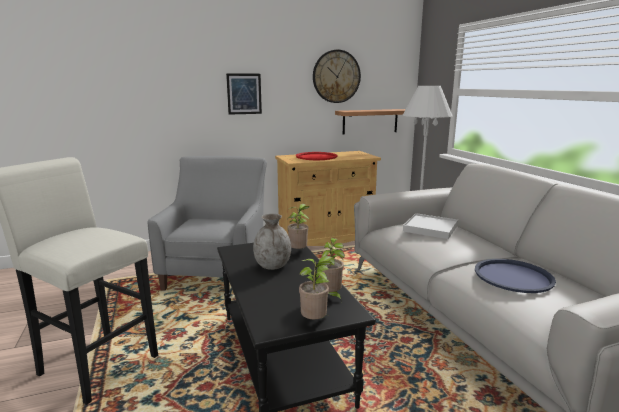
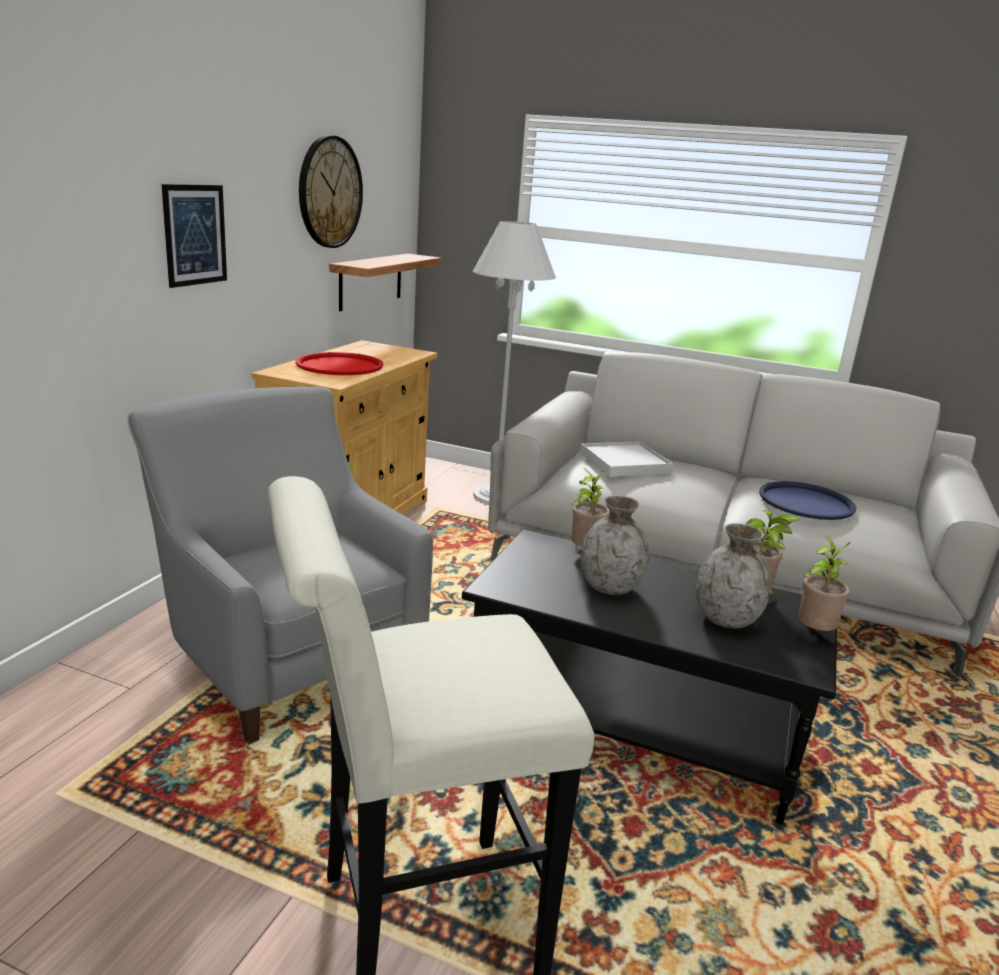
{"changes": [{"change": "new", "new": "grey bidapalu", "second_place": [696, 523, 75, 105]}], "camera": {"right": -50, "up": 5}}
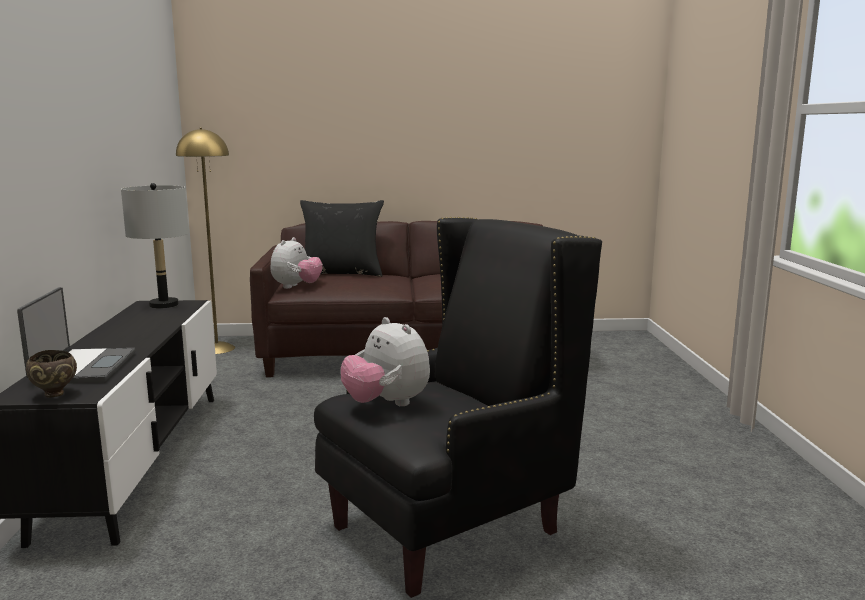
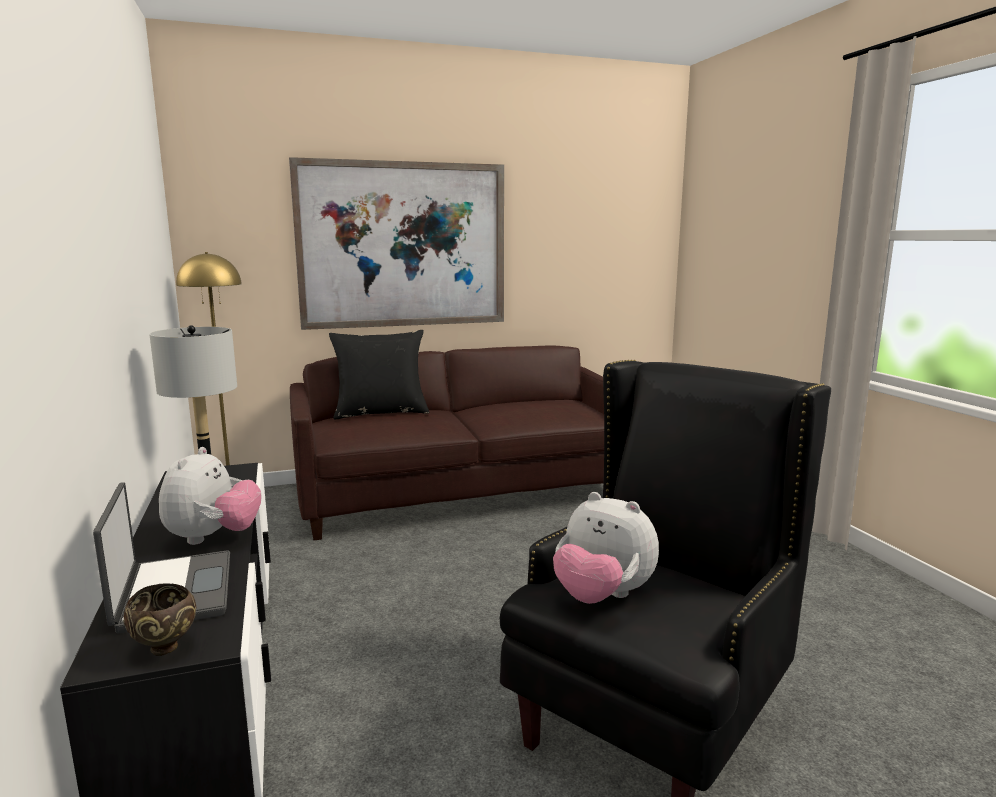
{"changes": [{"change": "shifted", "old": "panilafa", "first_place": [270, 237, 53, 52], "second_place": [159, 447, 102, 98]}, {"change": "new", "new": "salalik", "second_place": [289, 157, 215, 173]}], "camera": {"right": -15, "up": 0}}
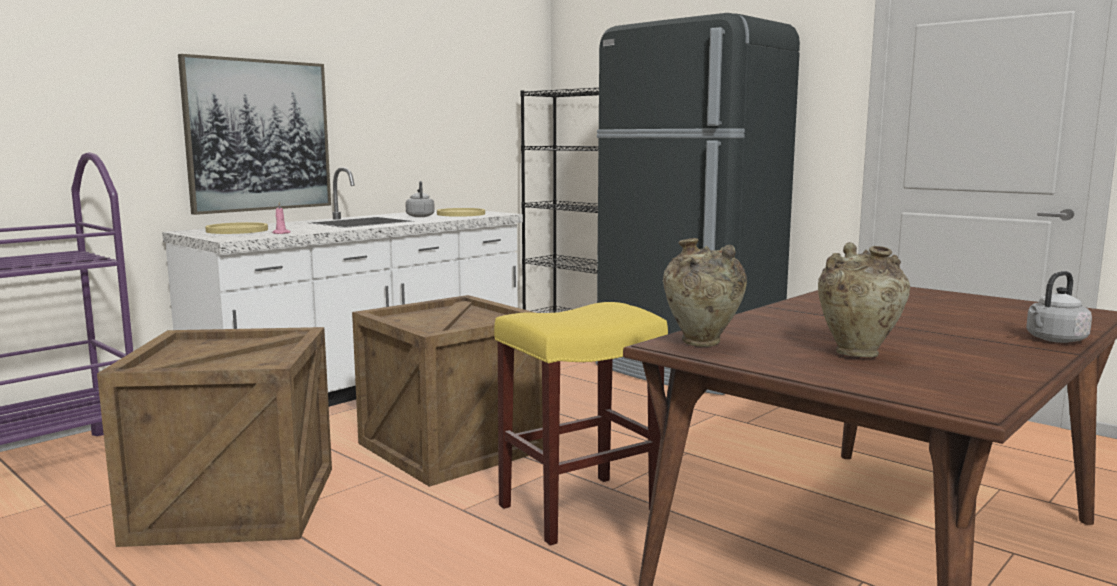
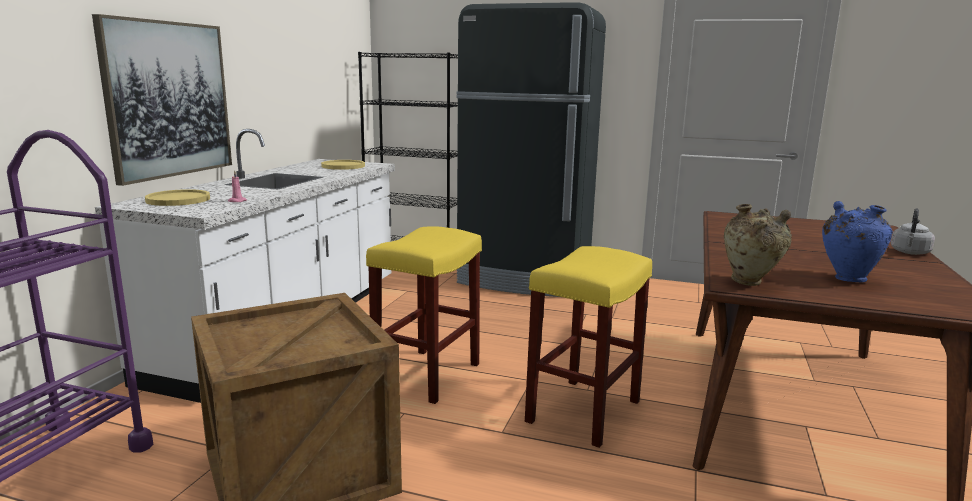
{"changes": [{"change": "swapped", "old": "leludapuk", "new": "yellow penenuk", "first_place": [352, 295, 191, 192], "second_place": [366, 226, 116, 178]}, {"change": "gone", "old": "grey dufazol", "first_place": [405, 181, 30, 36]}, {"change": "repainted", "old": "beige bidapalu", "new": "blue bidapalu", "first_place": [818, 242, 92, 115], "second_place": [822, 201, 71, 81]}], "camera": {"right": -25, "up": 5}}
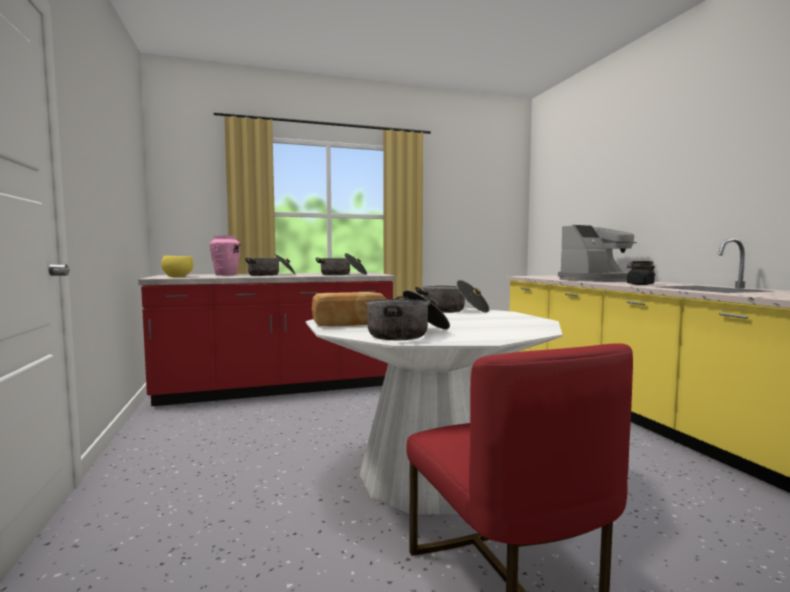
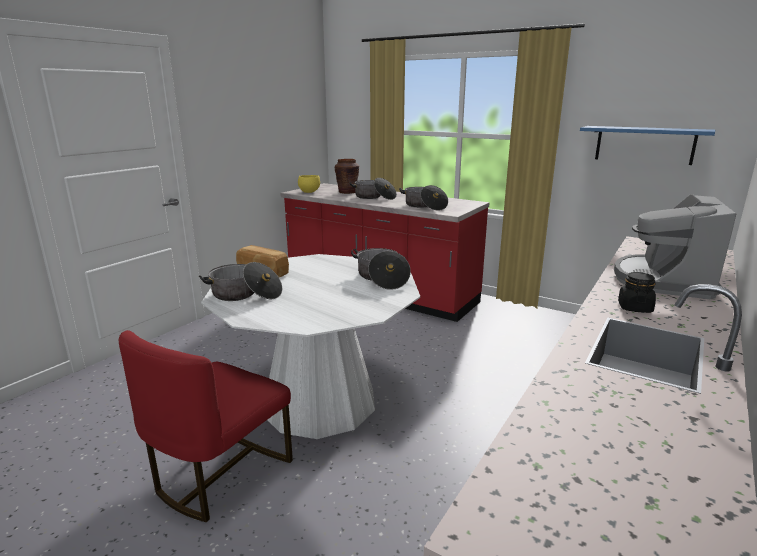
{"changes": [{"change": "repainted", "old": "pink bidapalu", "new": "brown bidapalu", "first_place": [209, 235, 31, 40], "second_place": [334, 159, 25, 35]}, {"change": "rotated", "old": "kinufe", "first_place": [558, 225, 79, 57], "second_place": [614, 194, 122, 105], "degrees": 90}, {"change": "new", "new": "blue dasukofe", "second_place": [580, 126, 135, 39]}], "camera": {"right": 50, "up": 15}}
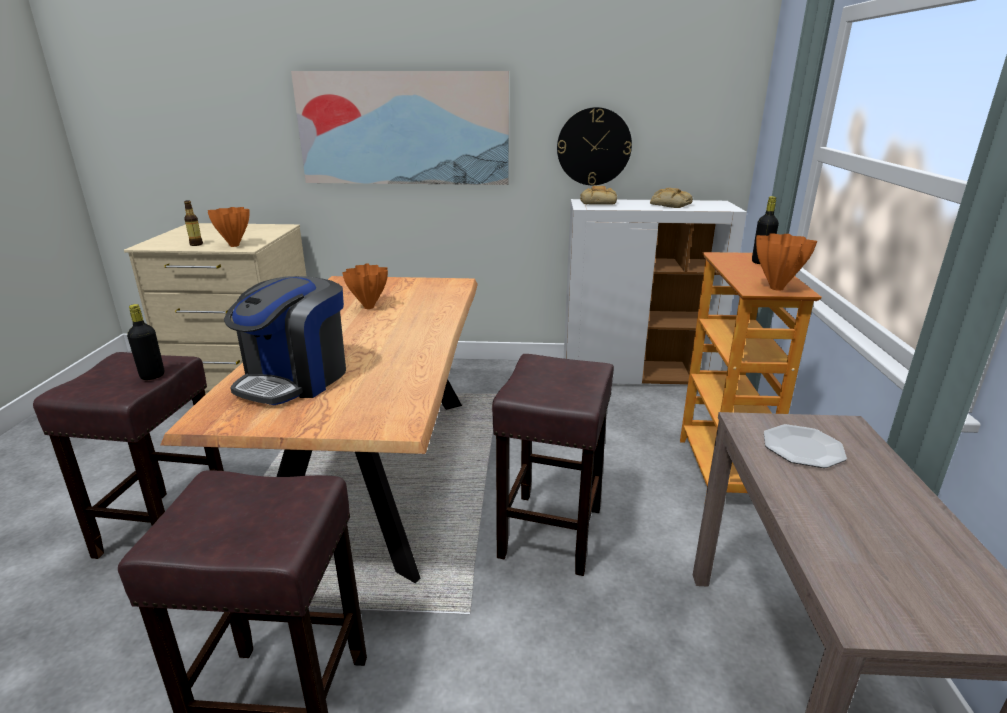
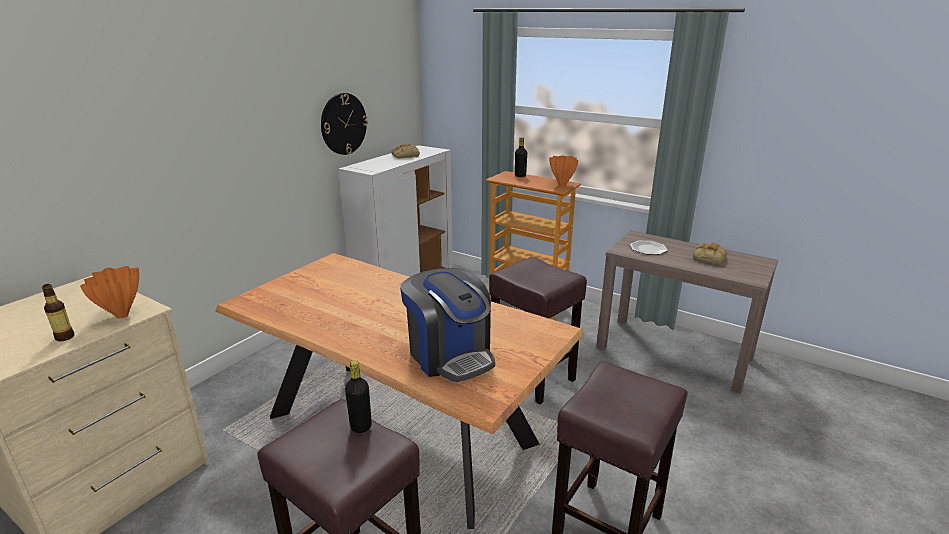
{"changes": [{"change": "gone", "old": "salalik", "first_place": [291, 71, 218, 114]}, {"change": "gone", "old": "orange bidapalu", "first_place": [342, 263, 46, 46]}, {"change": "shifted", "old": "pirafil", "first_place": [580, 186, 37, 19], "second_place": [693, 242, 34, 23]}], "camera": {"right": -60, "up": 0}}
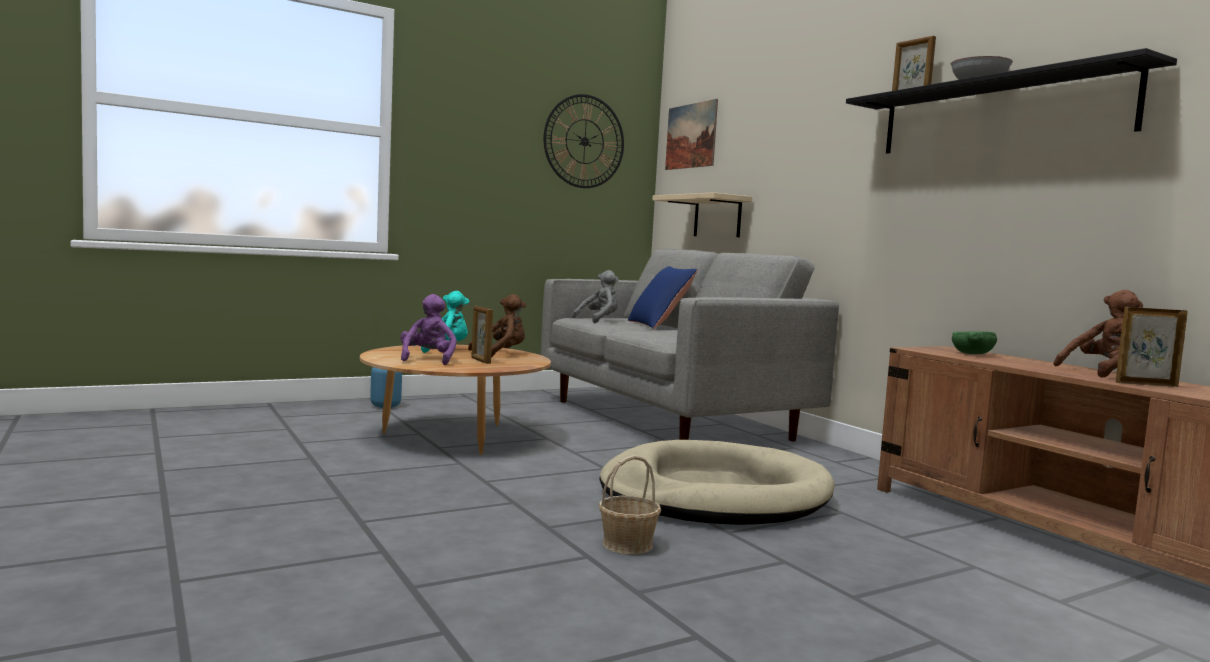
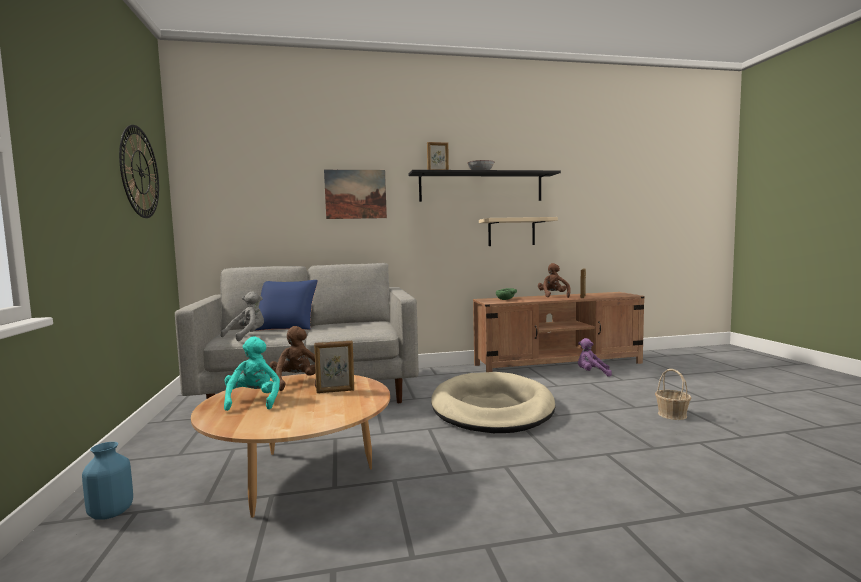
{"changes": [{"change": "shifted", "old": "purple panilafa", "first_place": [401, 294, 56, 71], "second_place": [578, 338, 34, 39]}, {"change": "rotated", "old": "grey panilafa", "first_place": [572, 270, 47, 53], "second_place": [221, 291, 43, 50], "degrees": 60}, {"change": "shifted", "old": "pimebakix", "first_place": [599, 455, 62, 100], "second_place": [655, 369, 36, 51]}, {"change": "shifted", "old": "beige dasukofe", "first_place": [652, 192, 100, 45], "second_place": [479, 217, 79, 29]}, {"change": "shifted", "old": "salalik", "first_place": [665, 99, 53, 71], "second_place": [324, 170, 63, 49]}], "camera": {"right": -70, "up": 0}}
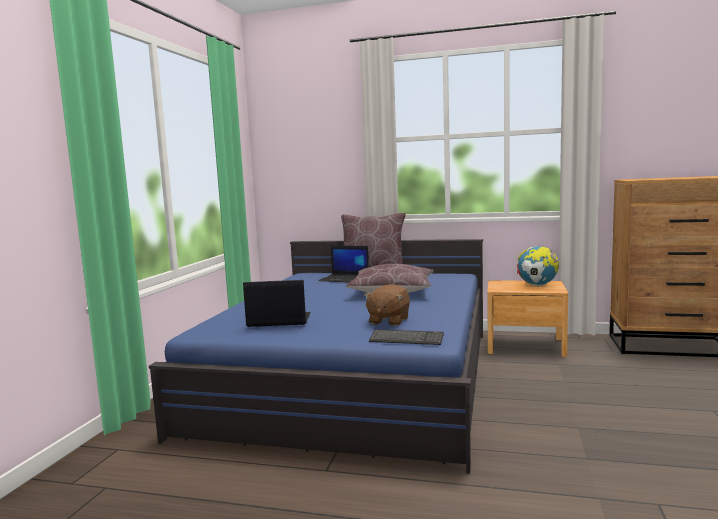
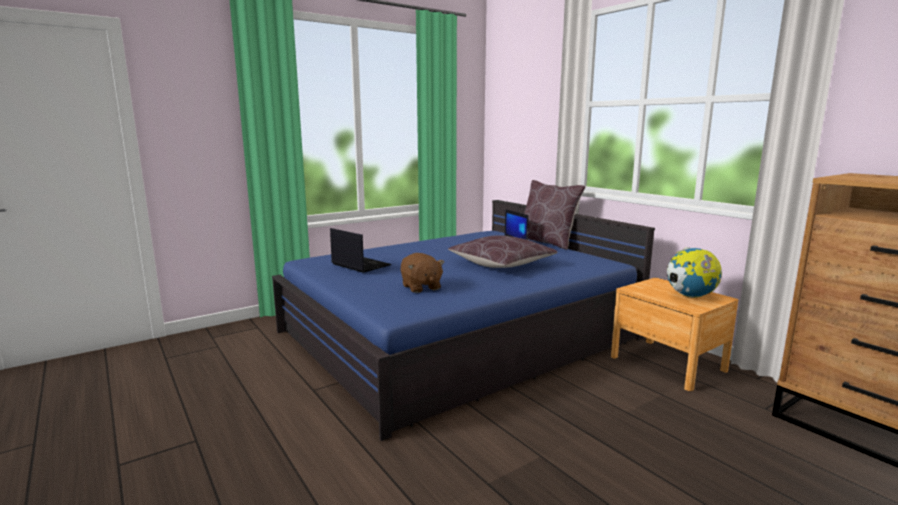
{"changes": [{"change": "rotated", "old": "brown panilafa", "first_place": [364, 284, 46, 42], "second_place": [400, 253, 44, 40], "degrees": -90}, {"change": "gone", "old": "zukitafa", "first_place": [369, 329, 75, 16]}], "camera": {"right": 40, "up": 5}}
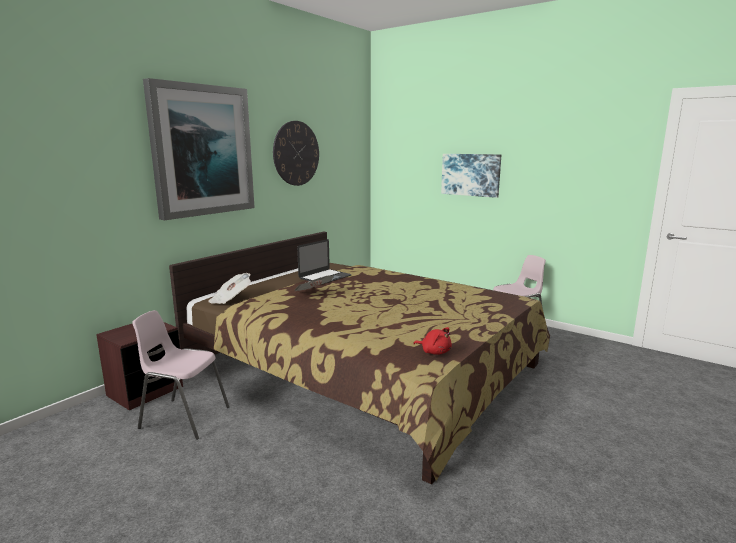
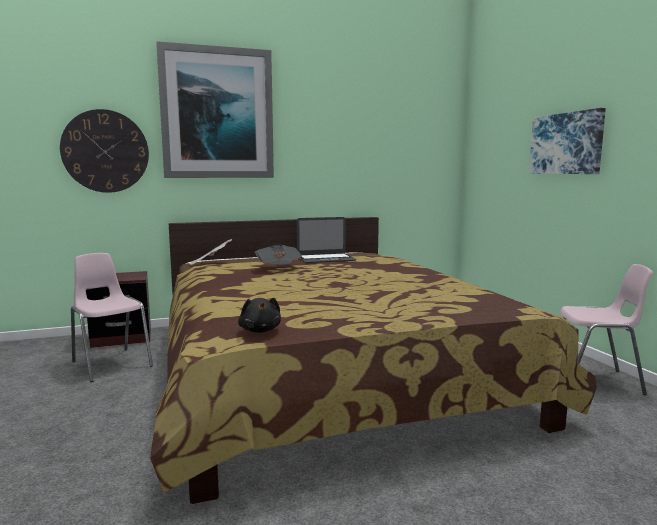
{"changes": [{"change": "shifted", "old": "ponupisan", "first_place": [273, 121, 46, 65], "second_place": [60, 109, 89, 84]}, {"change": "repainted", "old": "red panilafa", "new": "black panilafa", "first_place": [413, 327, 39, 28], "second_place": [238, 298, 43, 35]}], "camera": {"right": 35, "up": -5}}
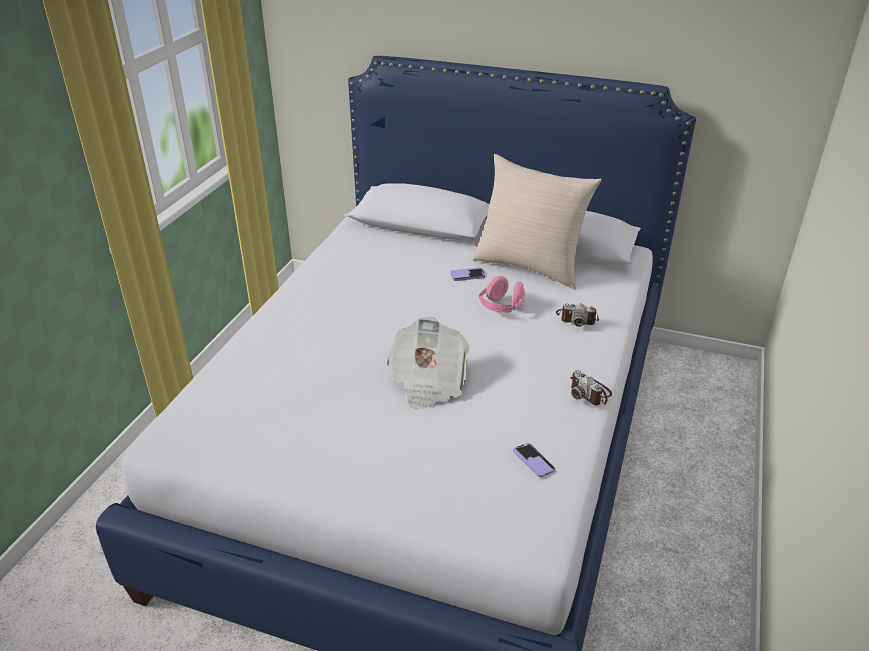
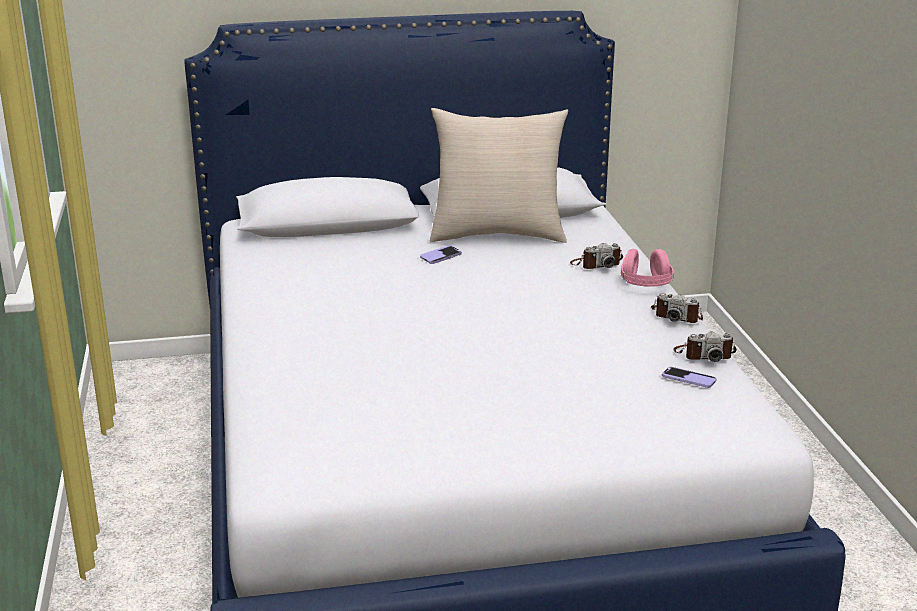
{"changes": [{"change": "gone", "old": "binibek", "first_place": [387, 317, 82, 93]}, {"change": "shifted", "old": "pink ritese", "first_place": [479, 276, 46, 37], "second_place": [621, 249, 53, 38]}, {"change": "new", "new": "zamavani", "second_place": [673, 331, 64, 31]}], "camera": {"right": -30, "up": -10}}
